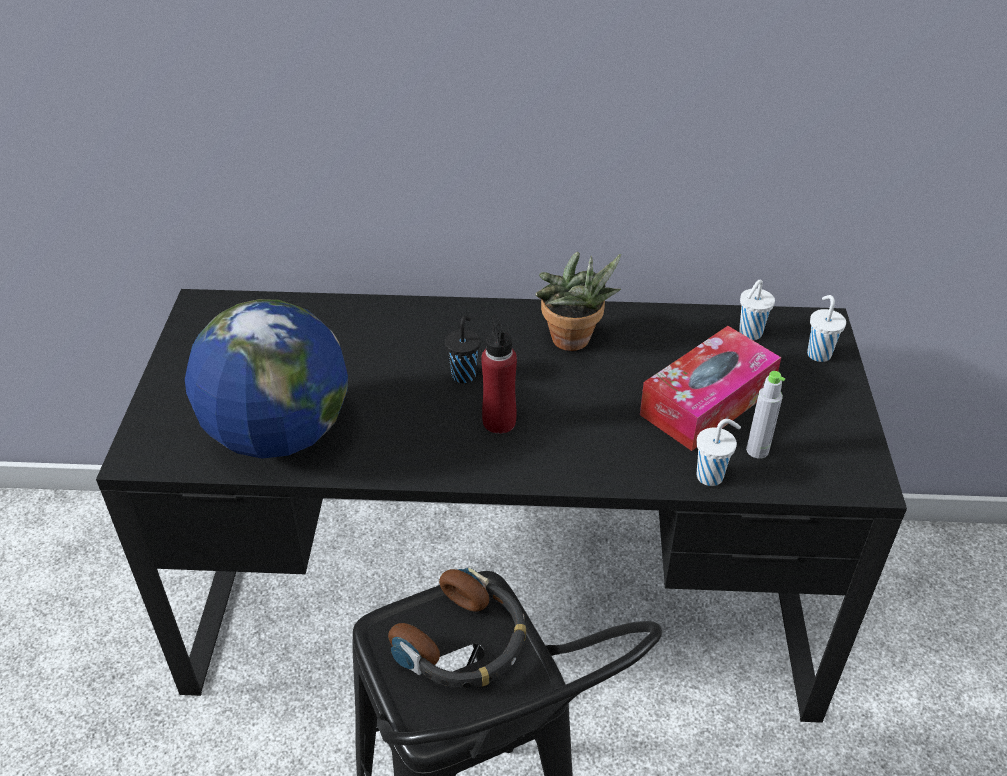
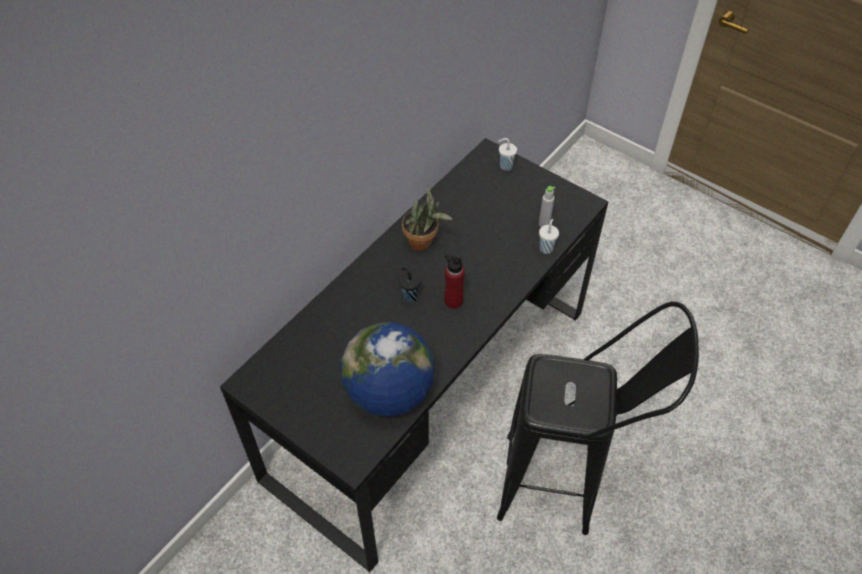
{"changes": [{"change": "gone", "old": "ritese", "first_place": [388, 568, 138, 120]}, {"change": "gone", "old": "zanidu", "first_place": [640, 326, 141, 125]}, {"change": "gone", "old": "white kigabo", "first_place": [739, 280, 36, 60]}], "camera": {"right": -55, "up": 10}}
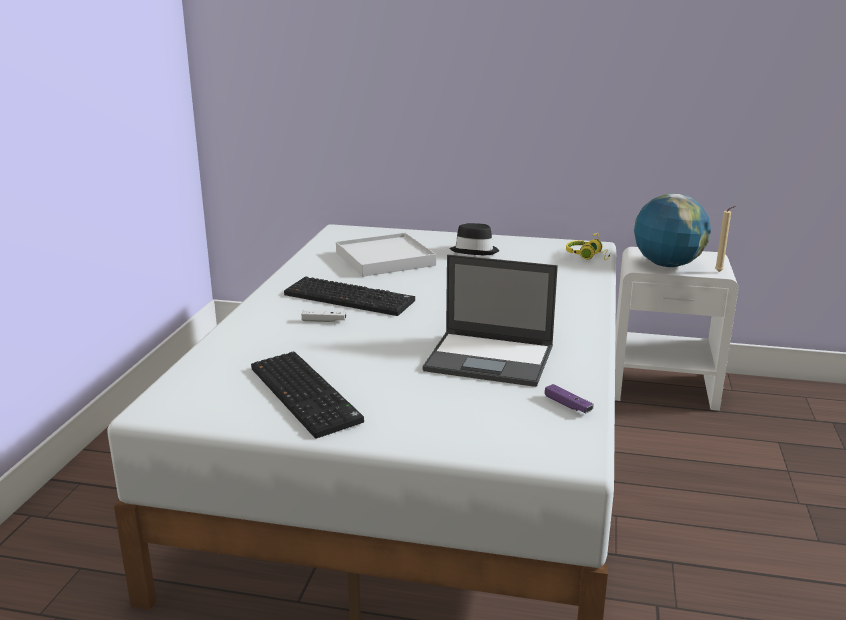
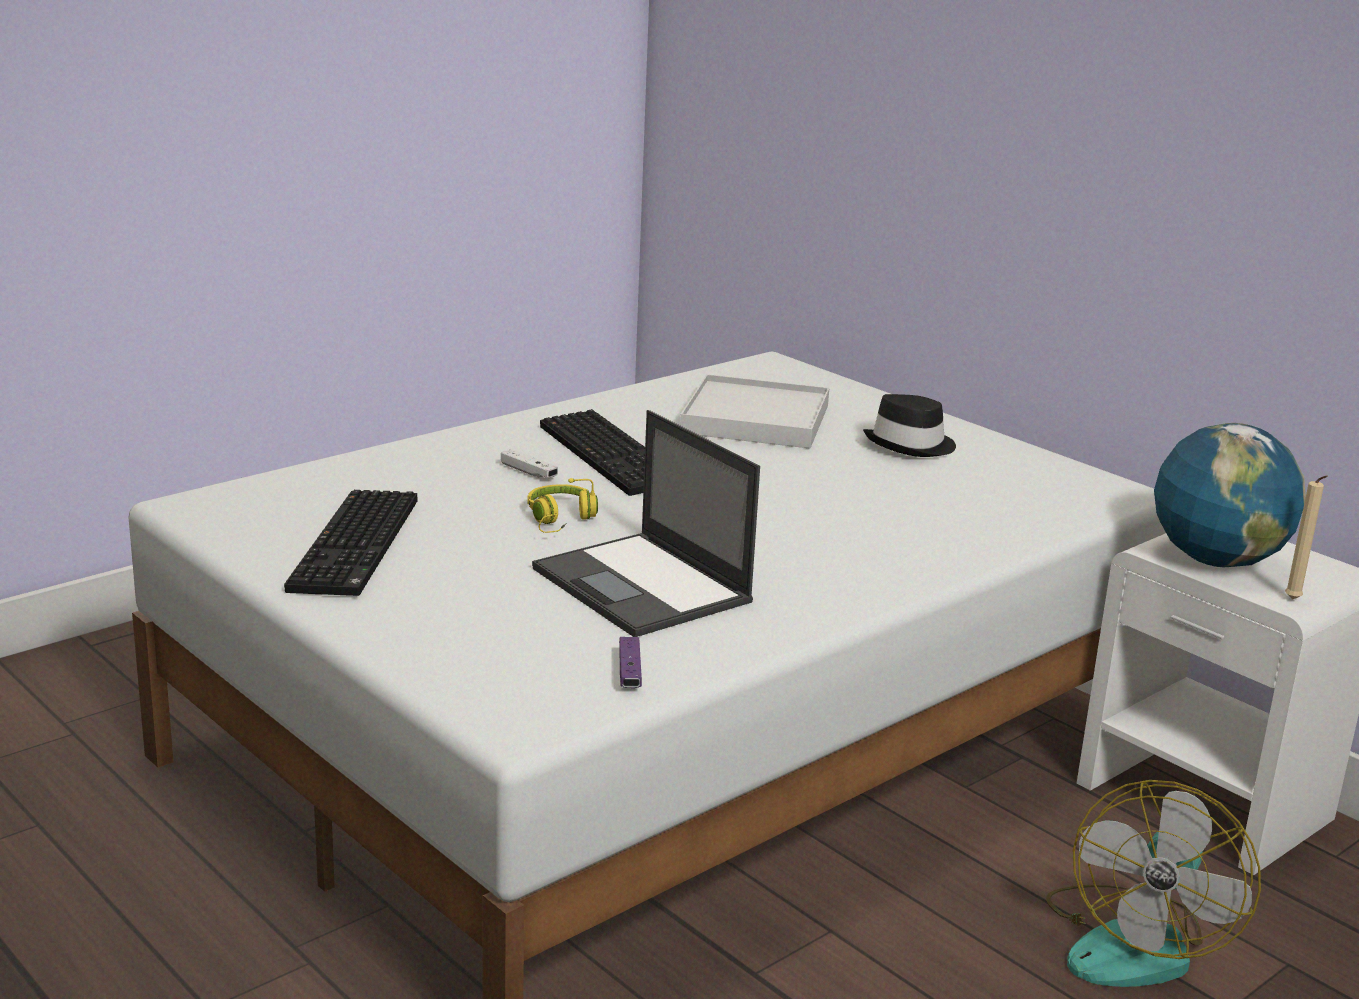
{"changes": [{"change": "shifted", "old": "yellow ritese", "first_place": [566, 233, 44, 27], "second_place": [527, 478, 71, 55]}, {"change": "new", "new": "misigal", "second_place": [1046, 780, 215, 207]}], "camera": {"right": 35, "up": 0}}
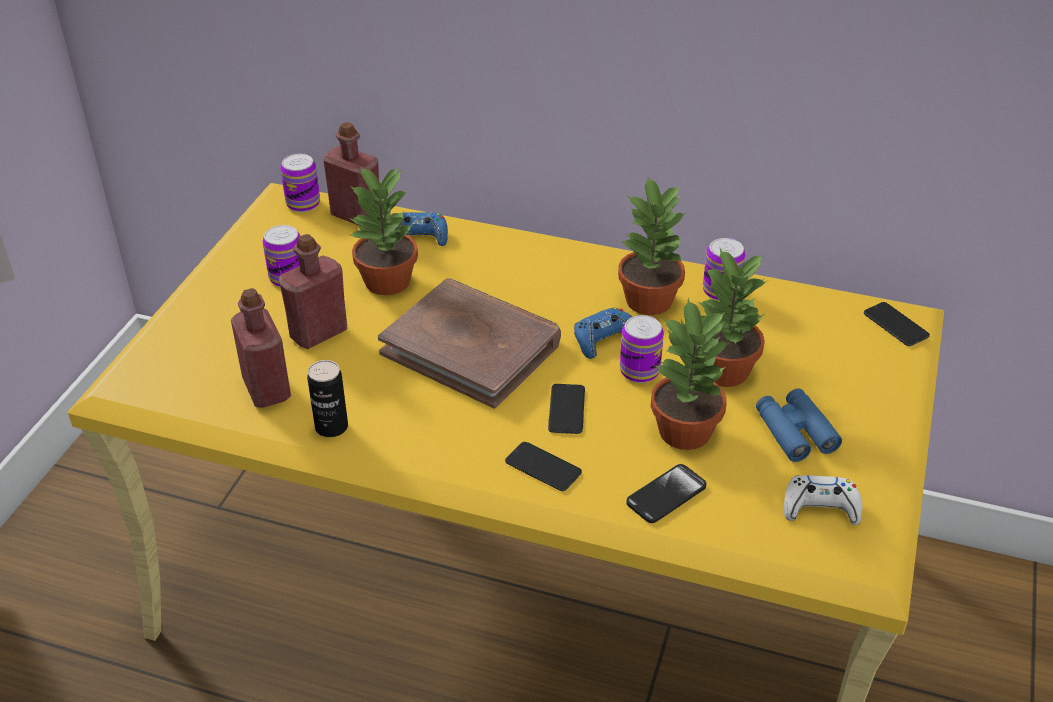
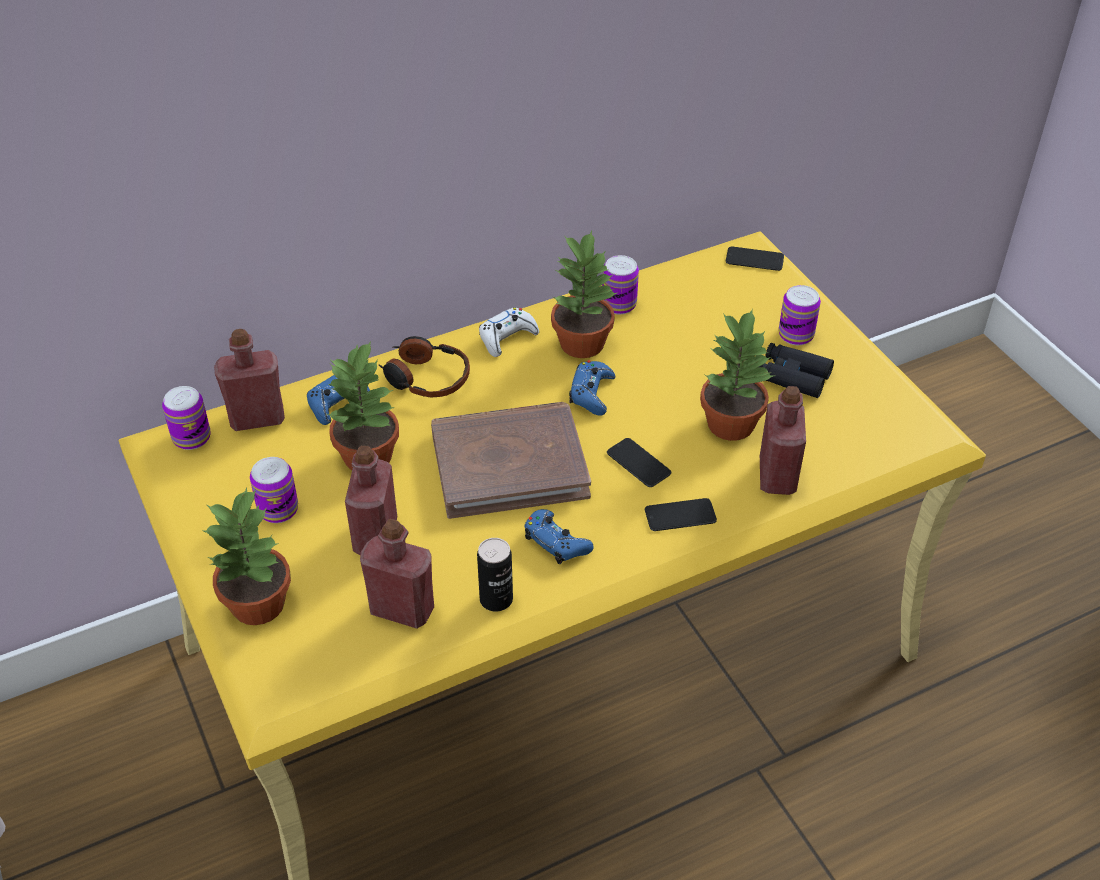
{"changes": [{"change": "shifted", "old": "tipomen", "first_place": [620, 315, 44, 68], "second_place": [779, 285, 42, 60]}, {"change": "swapped", "old": "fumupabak", "new": "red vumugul", "first_place": [626, 464, 80, 59], "second_place": [760, 386, 46, 109]}, {"change": "shifted", "old": "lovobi", "first_place": [697, 249, 70, 138], "second_place": [204, 488, 87, 137]}, {"change": "repainted", "old": "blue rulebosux", "new": "black rulebosux", "first_place": [756, 388, 86, 74], "second_place": [759, 343, 75, 55]}, {"change": "shifted", "old": "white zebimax", "first_place": [784, 475, 78, 50], "second_place": [479, 308, 60, 49]}, {"change": "new", "new": "ritese", "second_place": [379, 336, 91, 61]}, {"change": "new", "new": "blue zebimax", "second_place": [525, 509, 69, 55]}], "camera": {"right": -45, "up": 5}}
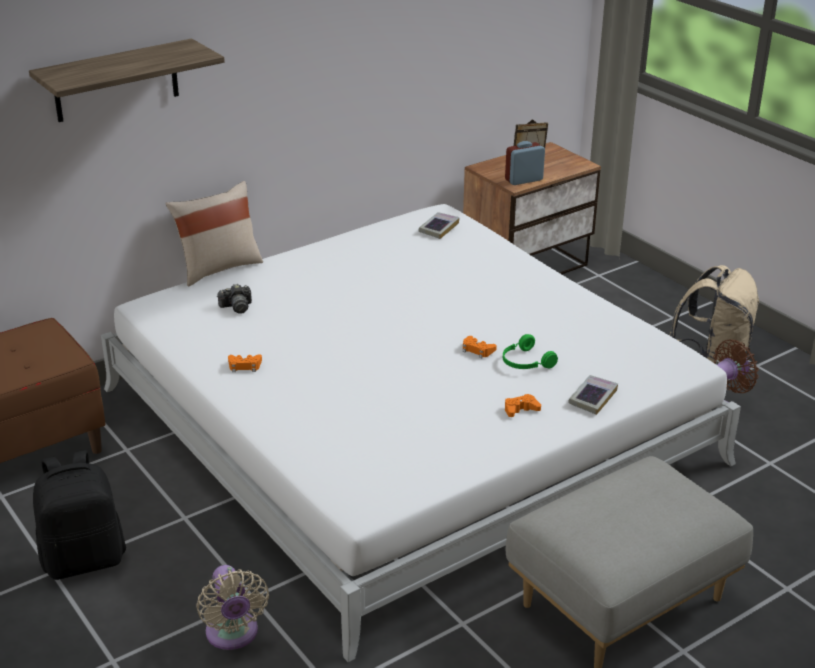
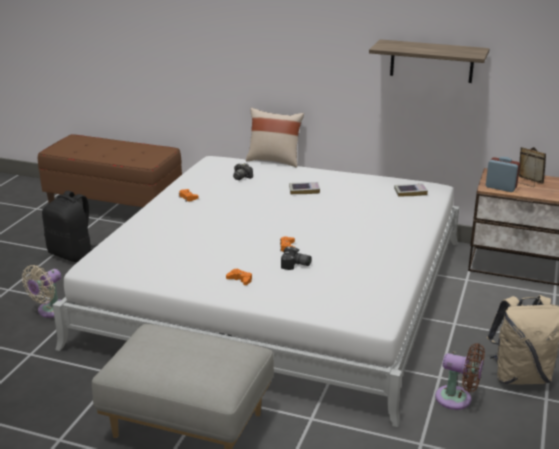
{"changes": [{"change": "shifted", "old": "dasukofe", "first_place": [29, 38, 196, 84], "second_place": [369, 39, 121, 44]}, {"change": "swapped", "old": "green ritese", "new": "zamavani", "first_place": [503, 334, 55, 35], "second_place": [281, 246, 31, 24]}, {"change": "shifted", "old": "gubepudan", "first_place": [568, 375, 50, 40], "second_place": [289, 182, 31, 12]}], "camera": {"right": 55, "up": -5}}
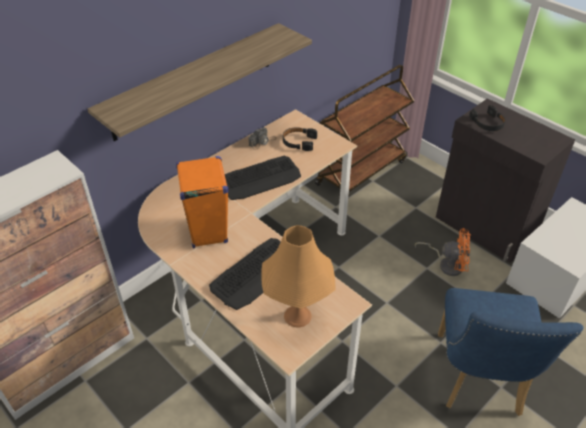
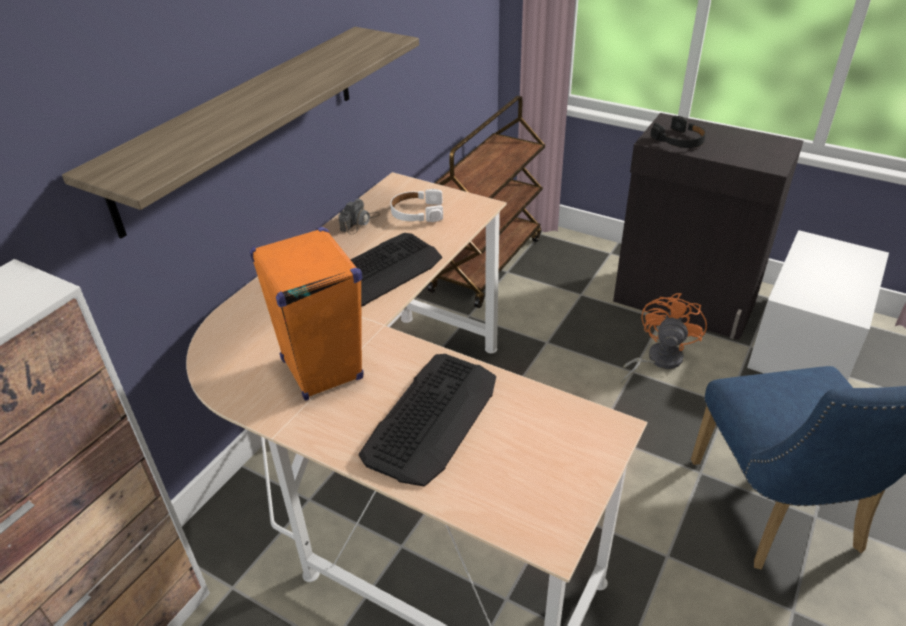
{"changes": [{"change": "gone", "old": "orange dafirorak", "first_place": [261, 225, 74, 103]}, {"change": "repainted", "old": "black ritese", "new": "white ritese", "first_place": [283, 127, 34, 24], "second_place": [390, 189, 53, 33]}, {"change": "rotated", "old": "orange misigal", "first_place": [415, 228, 56, 48], "second_place": [621, 293, 86, 91], "degrees": -60}], "camera": {"right": -15, "up": -5}}
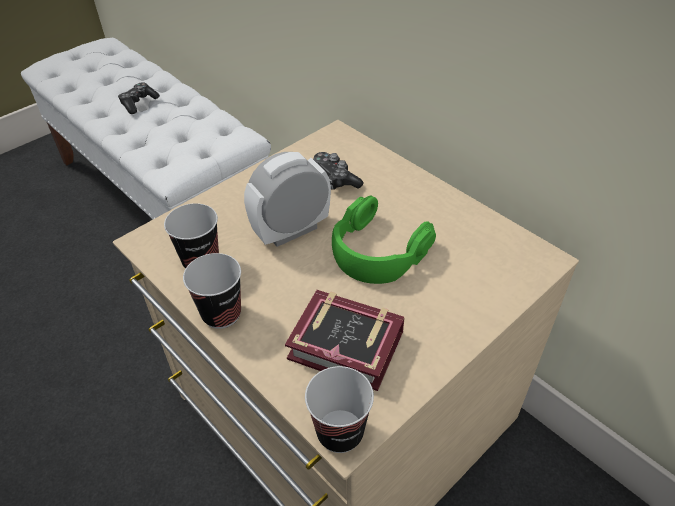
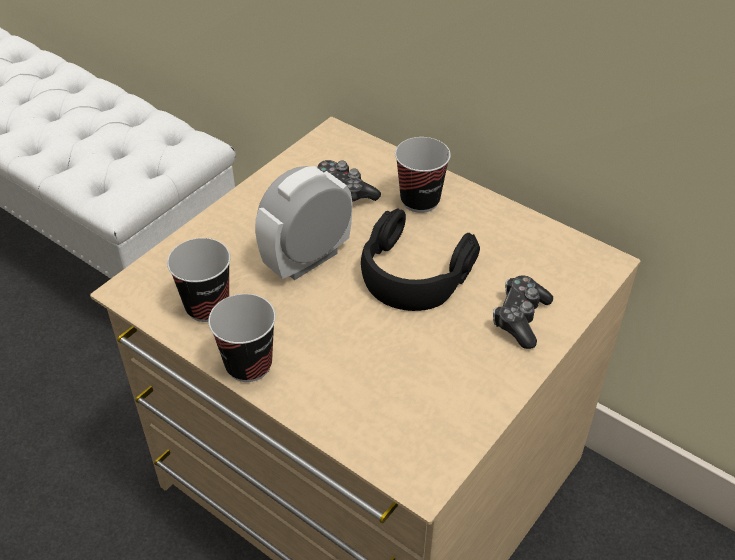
{"changes": [{"change": "shifted", "old": "zebimax", "first_place": [118, 82, 42, 32], "second_place": [493, 276, 60, 73]}, {"change": "gone", "old": "gubepudan", "first_place": [285, 290, 120, 101]}, {"change": "shifted", "old": "kigabo", "first_place": [305, 366, 69, 87], "second_place": [395, 137, 56, 76]}, {"change": "repainted", "old": "green ritese", "new": "black ritese", "first_place": [332, 195, 104, 89], "second_place": [361, 208, 119, 103]}], "camera": {"right": -10, "up": 0}}
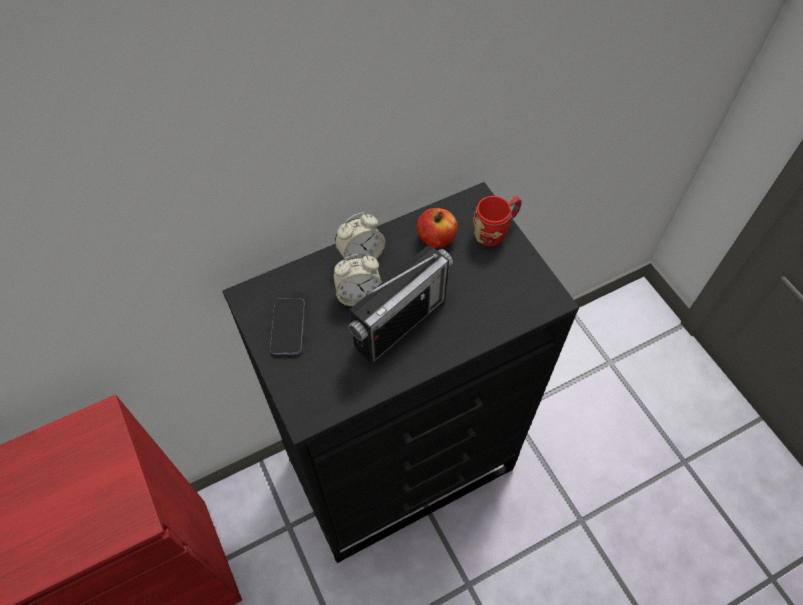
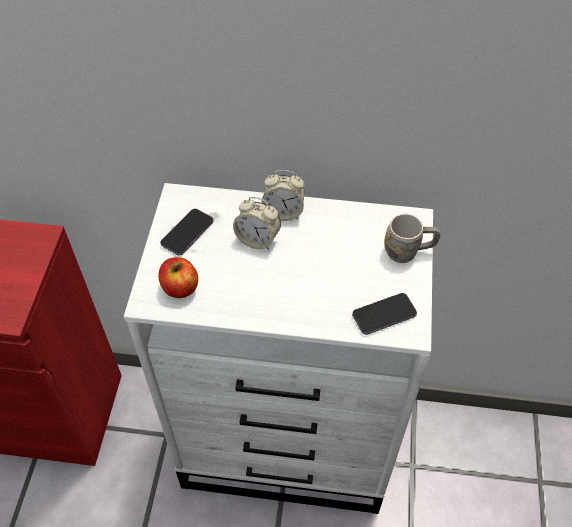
{"changes": [{"change": "repainted", "old": "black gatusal", "new": "white gatusal", "first_place": [222, 182, 357, 381], "second_place": [124, 183, 309, 331]}, {"change": "gone", "old": "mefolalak", "first_place": [349, 246, 104, 118]}, {"change": "shifted", "old": "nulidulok", "first_place": [417, 208, 41, 40], "second_place": [158, 257, 40, 41]}, {"change": "repainted", "old": "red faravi", "new": "grey faravi", "first_place": [473, 196, 49, 50], "second_place": [385, 214, 55, 49]}, {"change": "new", "new": "fumupabak", "second_place": [352, 293, 65, 42]}], "camera": {"right": 35, "up": -5}}
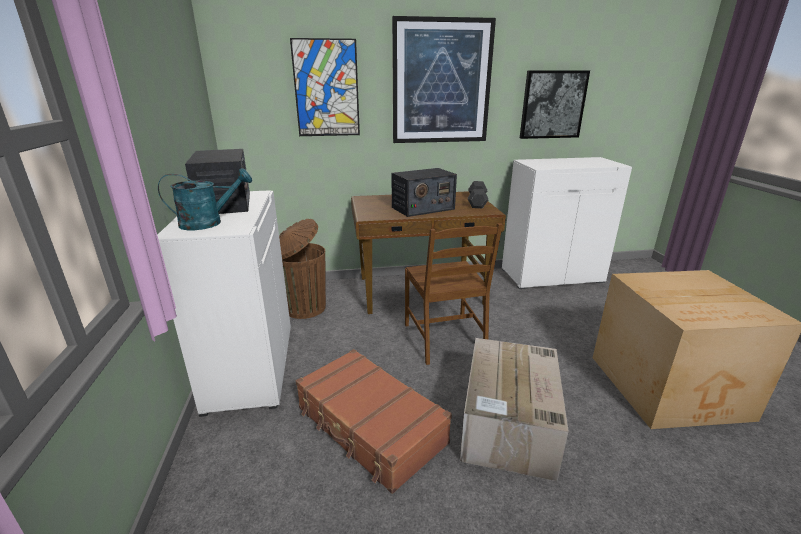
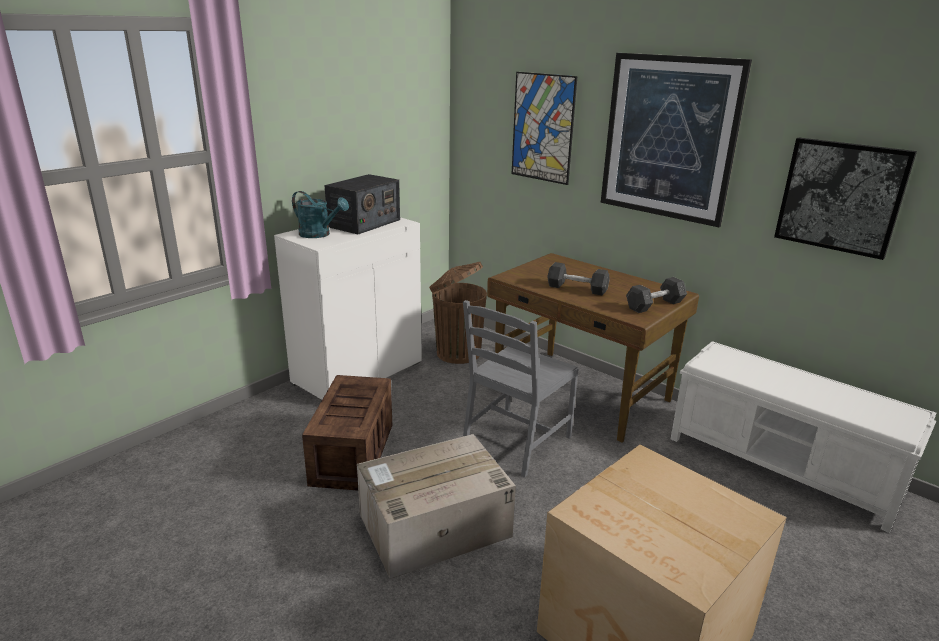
{"changes": [{"change": "swapped", "old": "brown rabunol", "new": "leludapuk", "first_place": [296, 349, 156, 145], "second_place": [302, 375, 90, 116]}, {"change": "swapped", "old": "mefolalak", "new": "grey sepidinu", "first_place": [391, 168, 66, 49], "second_place": [547, 262, 62, 33]}, {"change": "repainted", "old": "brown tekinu", "new": "grey tekinu", "first_place": [405, 223, 98, 142], "second_place": [463, 300, 116, 178]}, {"change": "swapped", "old": "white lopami", "new": "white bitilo", "first_place": [502, 157, 130, 132], "second_place": [671, 341, 265, 192]}], "camera": {"right": 50, "up": 0}}
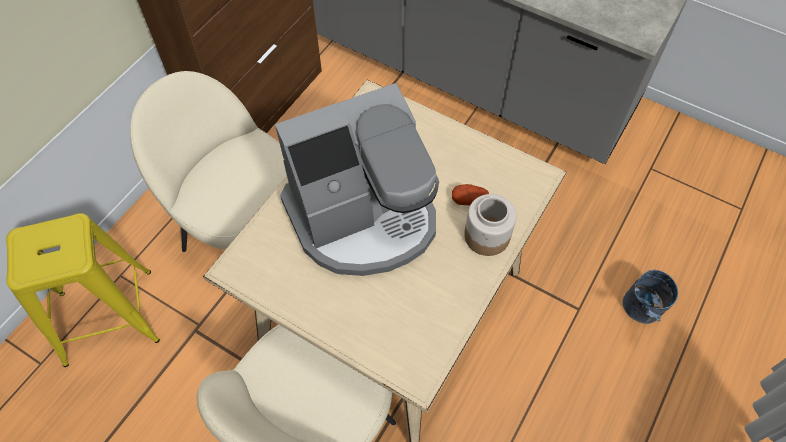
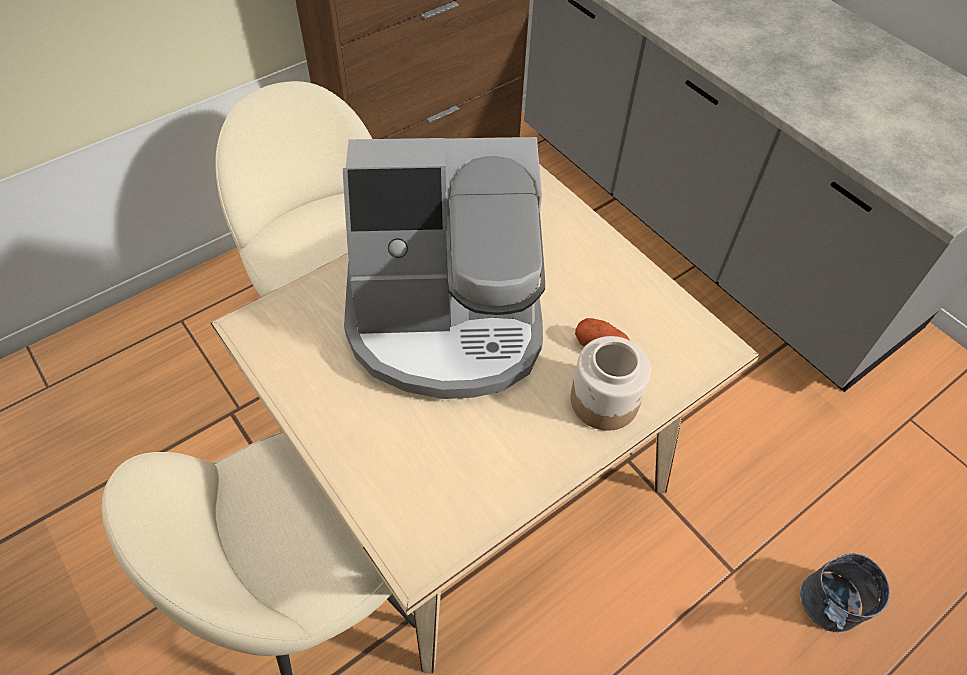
{"changes": [{"change": "gone", "old": "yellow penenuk", "first_place": [6, 213, 154, 154]}], "camera": {"right": 20, "up": -5}}
